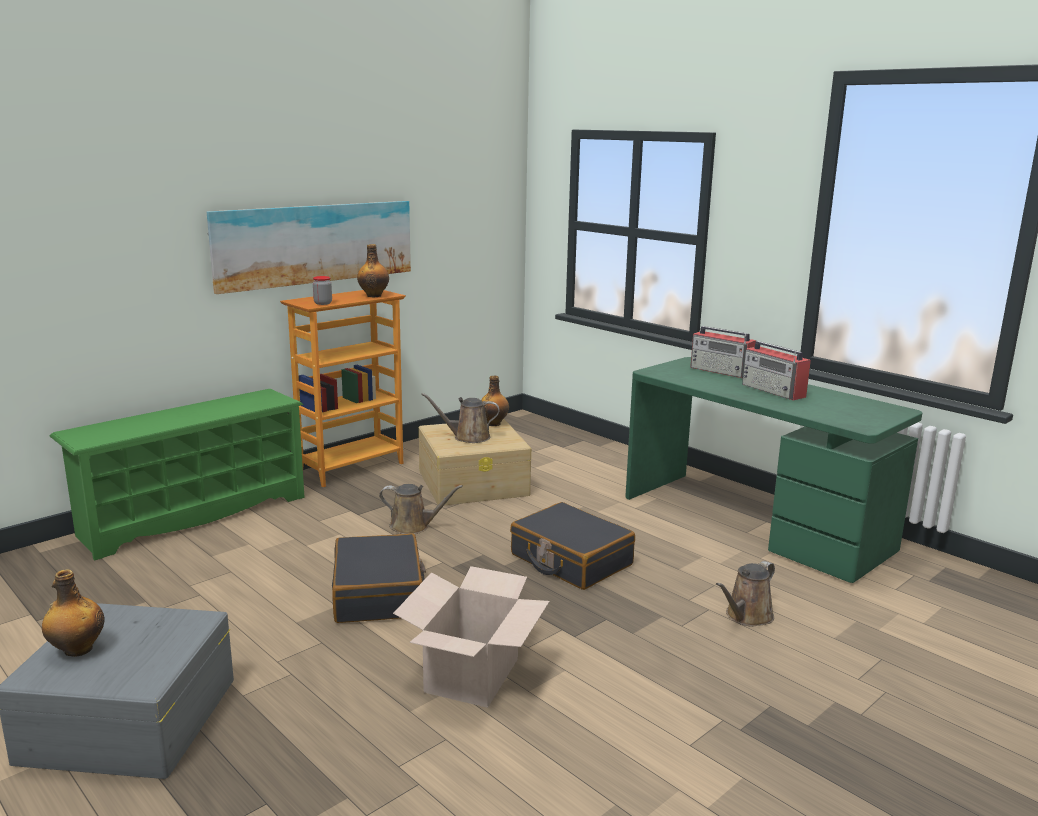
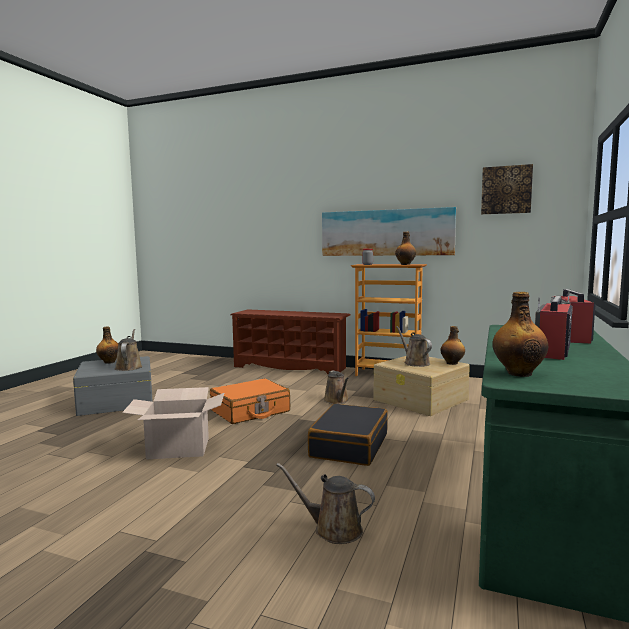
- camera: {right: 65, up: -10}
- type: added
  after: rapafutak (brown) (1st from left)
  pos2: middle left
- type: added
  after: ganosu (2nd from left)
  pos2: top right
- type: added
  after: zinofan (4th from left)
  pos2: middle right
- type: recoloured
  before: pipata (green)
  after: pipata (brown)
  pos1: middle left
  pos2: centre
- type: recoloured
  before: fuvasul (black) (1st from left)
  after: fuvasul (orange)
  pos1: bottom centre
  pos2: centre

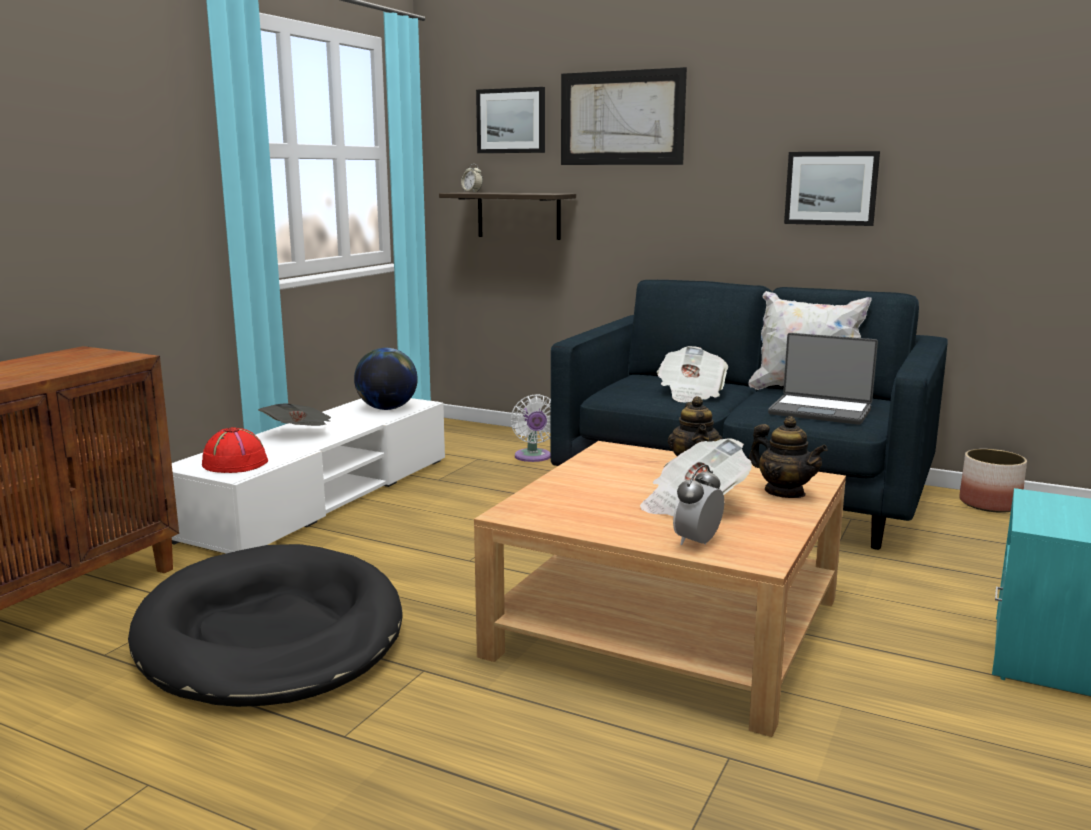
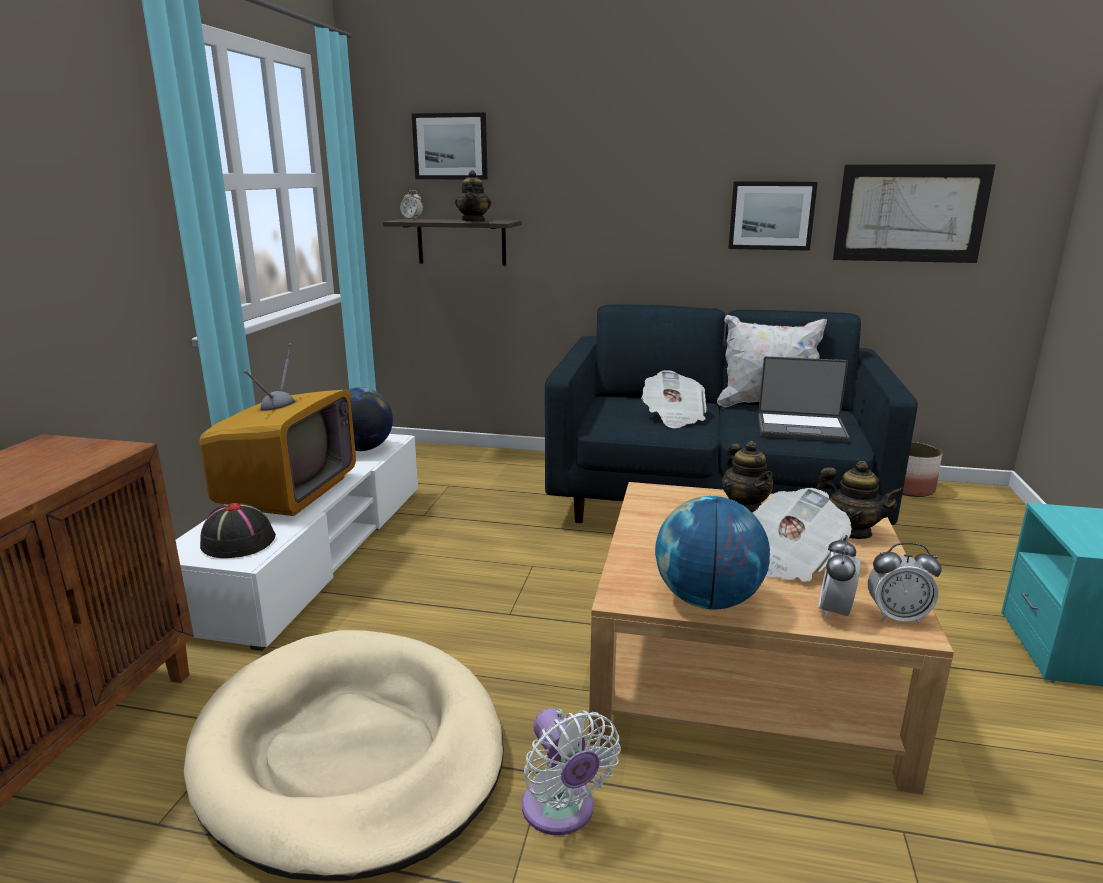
- camera: {right: -15, up: 5}
- type: added
  after: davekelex (1st from left)
  pos2: top centre
- type: added
  after: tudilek (2nd from left)
  pos2: centre
- type: added
  after: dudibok (3rd from left)
  pos2: middle right
- type: moved
  before: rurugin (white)
  pos1: centre
  pos2: bottom centre
- type: moved
  before: ganosu (2nd from left in the first image)
  after: ganosu (3rd from left)
  pos1: top centre
  pos2: top right
- type: replaced
  before: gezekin (1st from left)
  after: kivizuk
  pos1: middle left
  pos2: middle left
- type: recoloured
  before: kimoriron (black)
  after: kimoriron (beige)
  pos1: bottom left
  pos2: bottom left
- type: recoloured
  before: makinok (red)
  after: makinok (black)
  pos1: middle left
  pos2: middle left

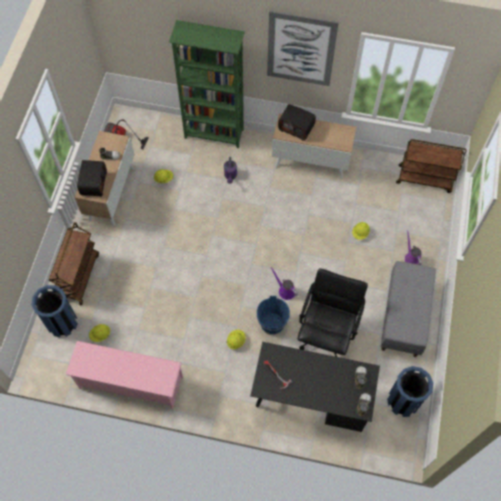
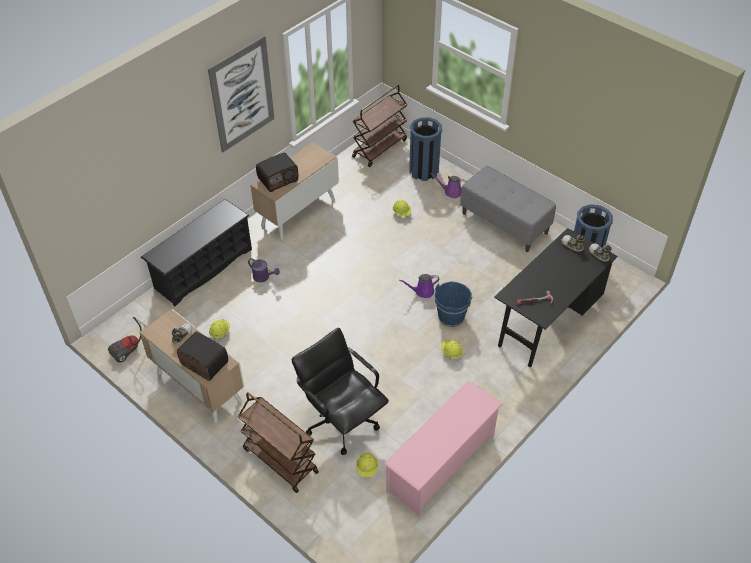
- camera: {right: -60, up: -15}
- type: moved
  before: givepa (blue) (1st from left)
  pos1: middle left
  pos2: top centre
- type: moved
  before: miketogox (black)
  pos1: centre
  pos2: bottom centre
- type: replaced
  before: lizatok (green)
  after: pipata (black)
  pos1: top centre
  pos2: middle left

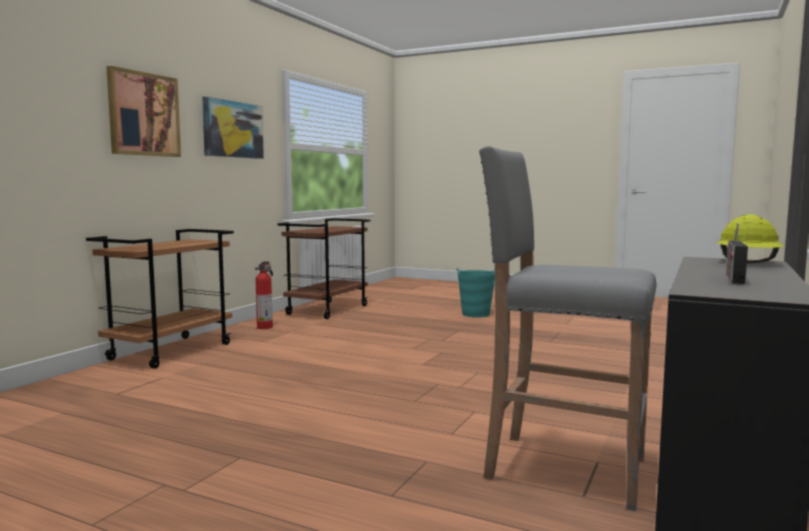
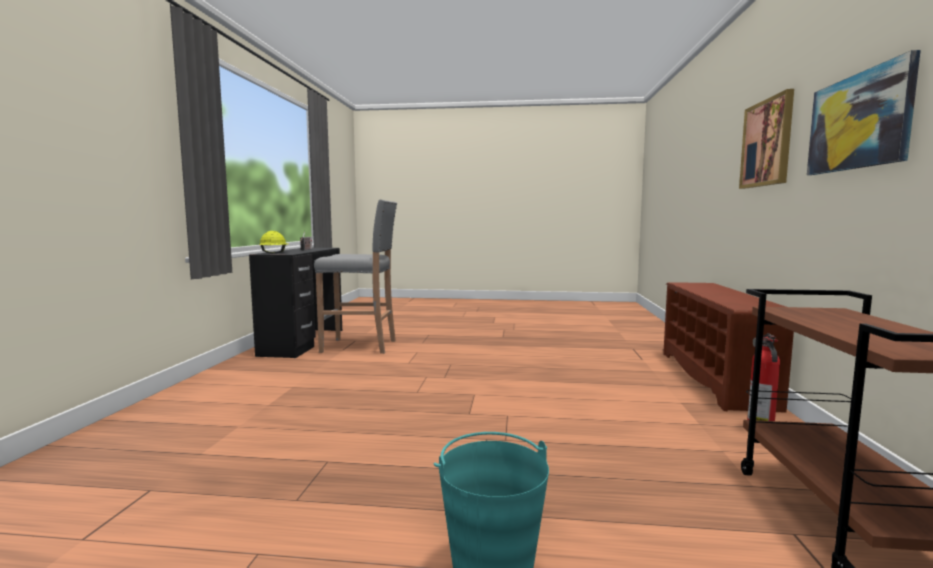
- camera: {right: 160, up: 0}
- type: replaced
  before: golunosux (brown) (1st from left)
  after: pipata (brown)
  pos1: middle left
  pos2: middle right

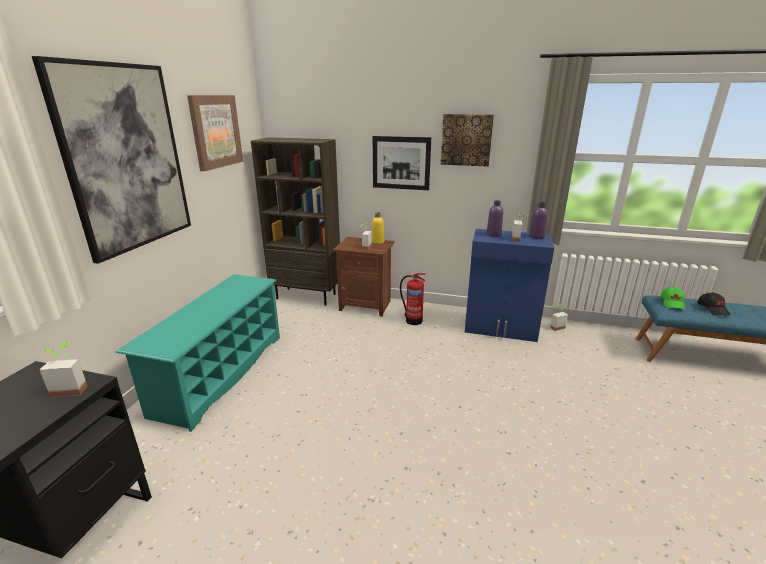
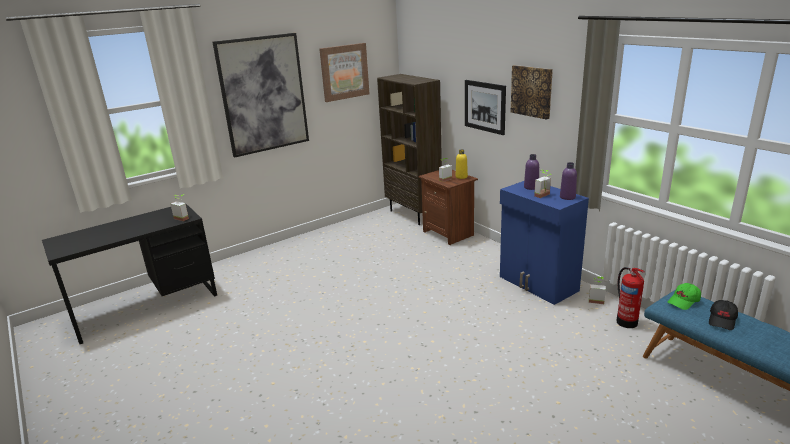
- camera: {right: 40, up: 0}
- type: removed
  before: pipata (turquoise)
  pos1: middle left
- type: moved
  before: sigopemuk
  pos1: centre
  pos2: bottom right

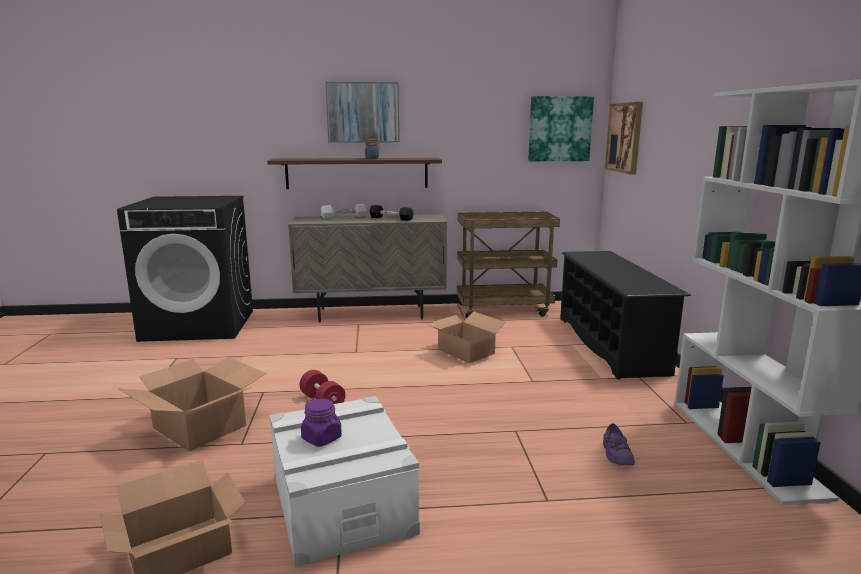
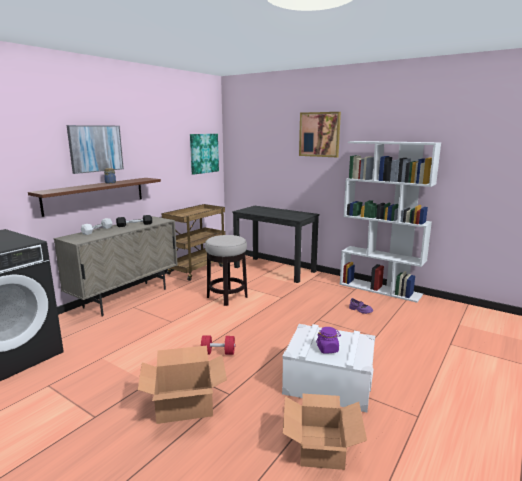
- camera: {right: -50, up: 0}
- type: moved
  before: ganosu (3rd from left)
  pos1: top right
  pos2: top centre
- type: replaced
  before: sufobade (3rd from left)
  after: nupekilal
  pos1: centre
  pos2: centre
- type: replaced
  before: pipata (black)
  after: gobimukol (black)
  pos1: middle right
  pos2: centre

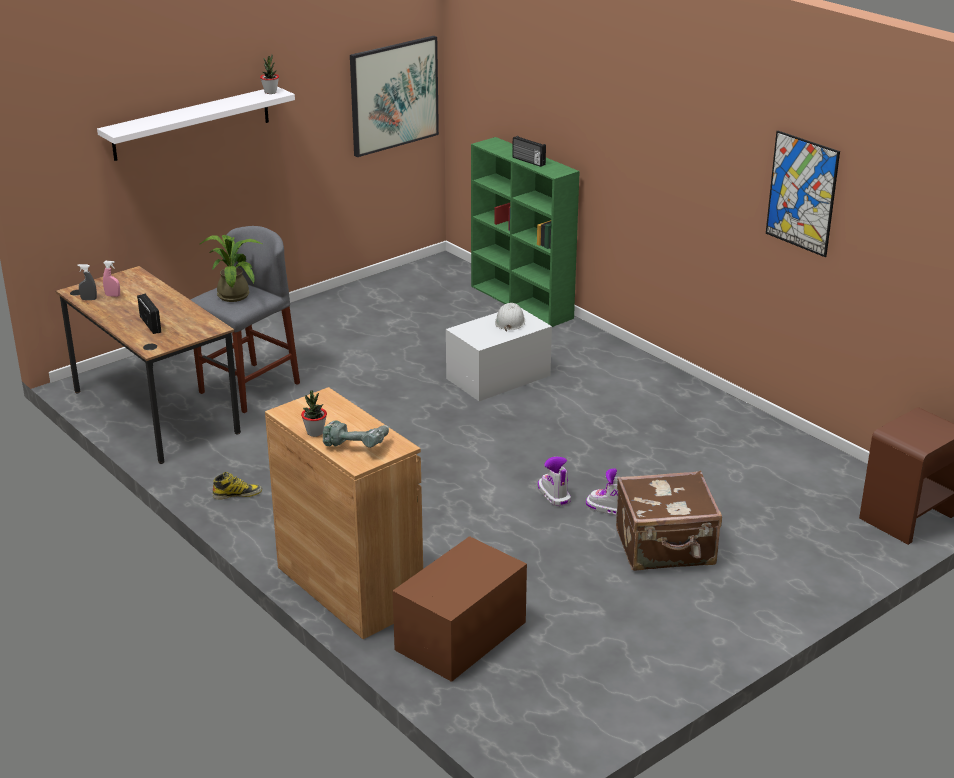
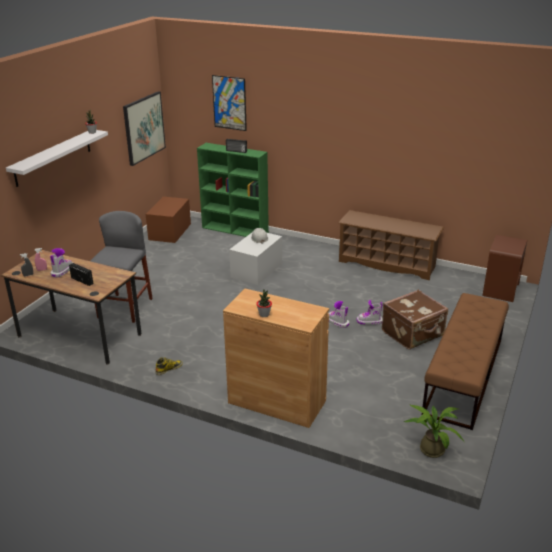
- camera: {right: -25, up: 0}
- type: removed
  before: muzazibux
  pos1: centre
- type: added
  after: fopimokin (1st from left)
  pos2: middle left
- type: added
  after: pipata (brown)
  pos2: middle right
- type: added
  after: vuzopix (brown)
  pos2: middle right
- type: moved
  before: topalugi (1st from left in the first image)
  after: topalugi (3rd from left)
  pos1: middle left
  pos2: bottom right
- type: moved
  before: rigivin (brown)
  pos1: bottom centre
  pos2: middle left
- type: moved
  before: ganosu (2nd from left)
  pos1: top right
  pos2: top centre

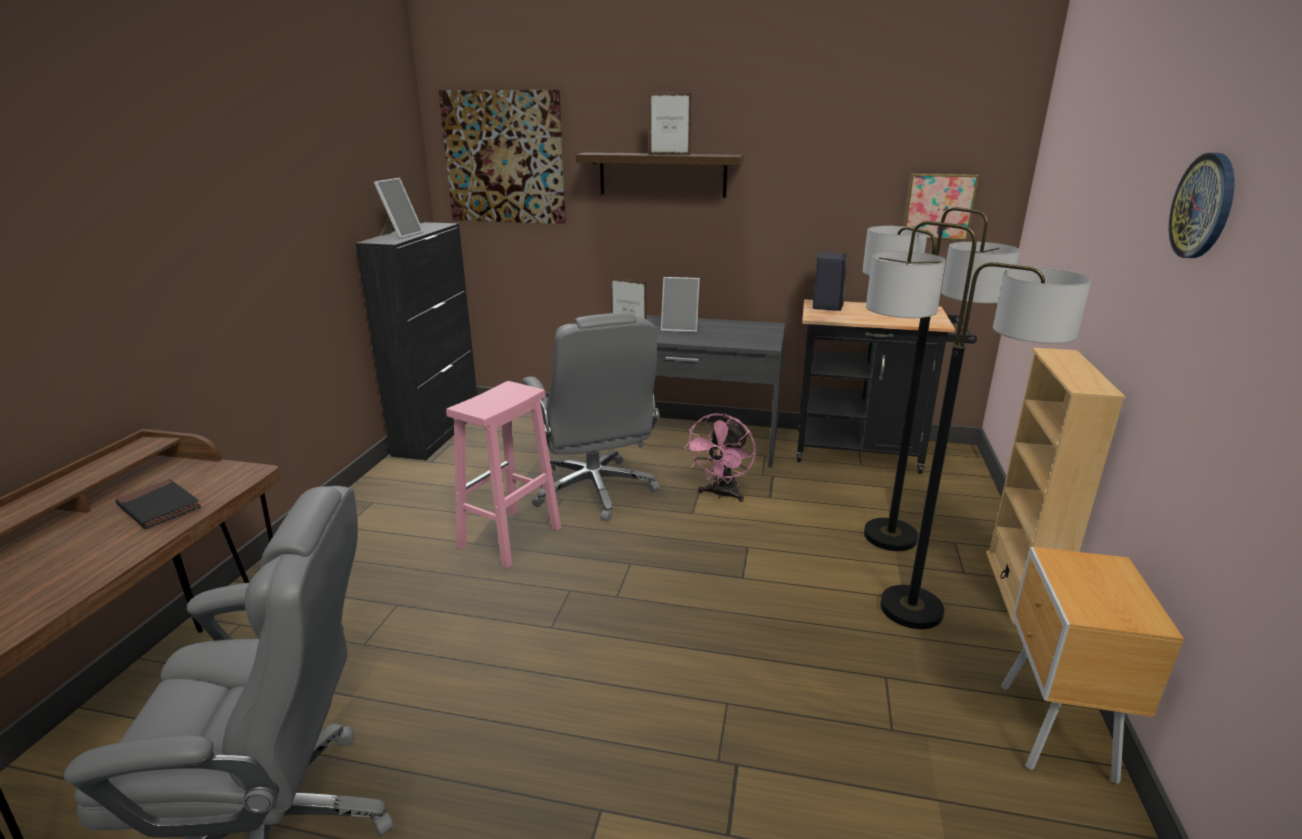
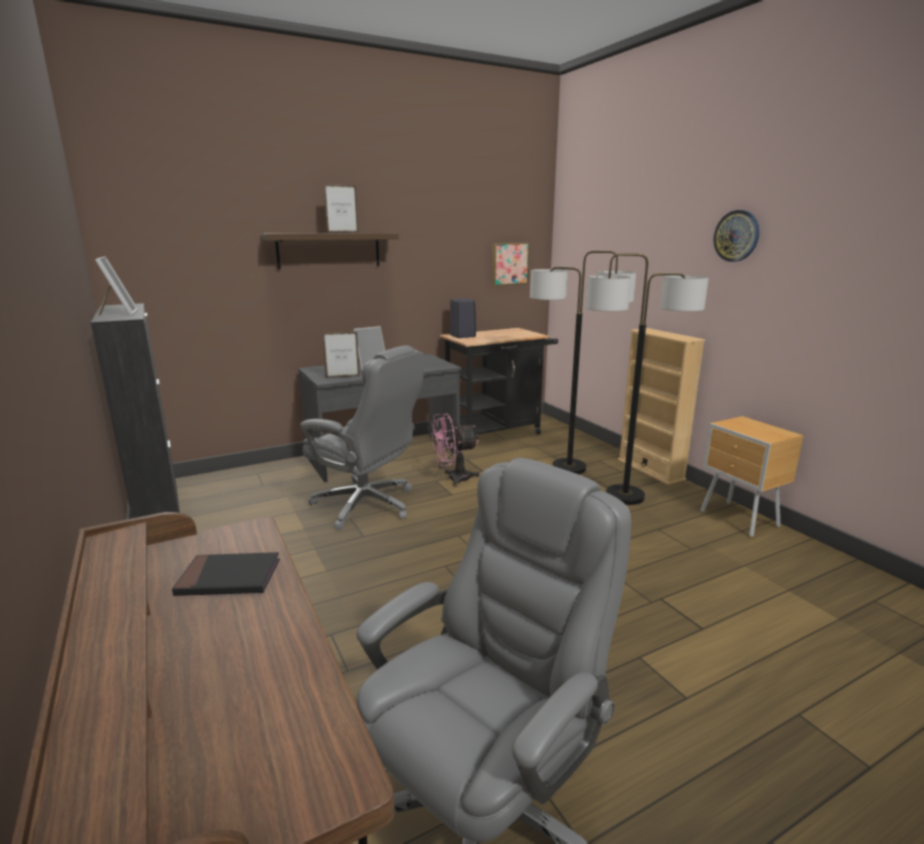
- camera: {right: -40, up: -5}
- type: removed
  before: ganosu (1st from left)
  pos1: top centre
- type: removed
  before: nupekilal (pink)
  pos1: centre
- type: turned
  before: rurugin (pink)
  pos1: centre
  pos2: centre
  turn: 90

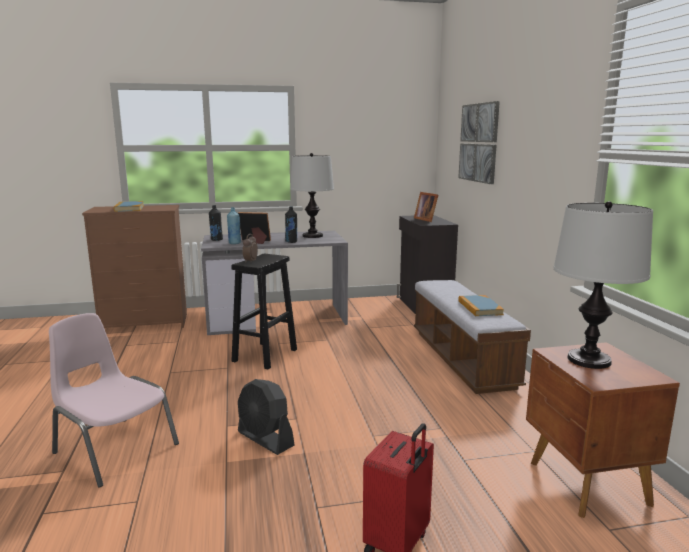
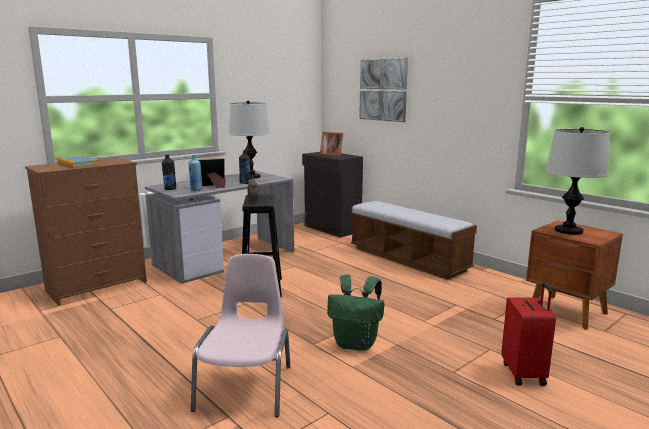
- camera: {right: -30, up: 0}
- type: removed
  before: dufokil (2nd from left)
  pos1: middle right
- type: replaced
  before: rurugin (black)
  after: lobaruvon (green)
  pos1: bottom centre
  pos2: bottom centre
- type: turned
  before: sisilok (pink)
  pos1: bottom left
  pos2: bottom centre
  turn: 90

